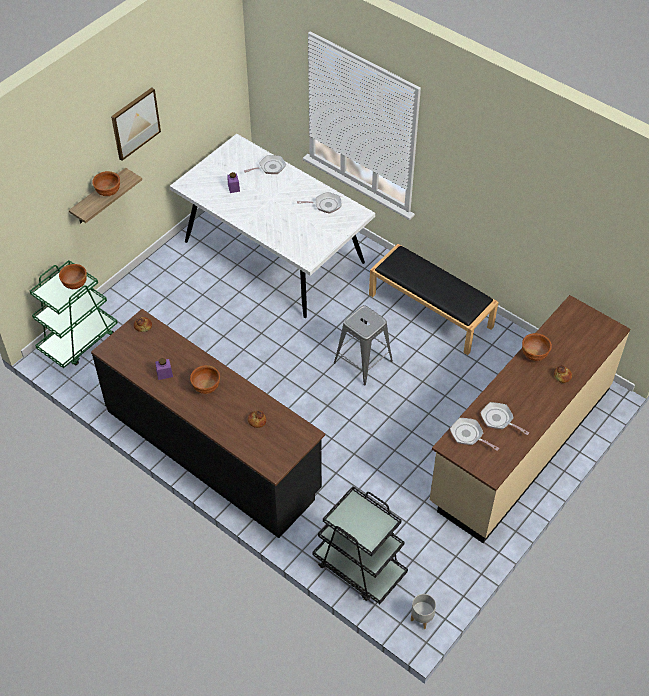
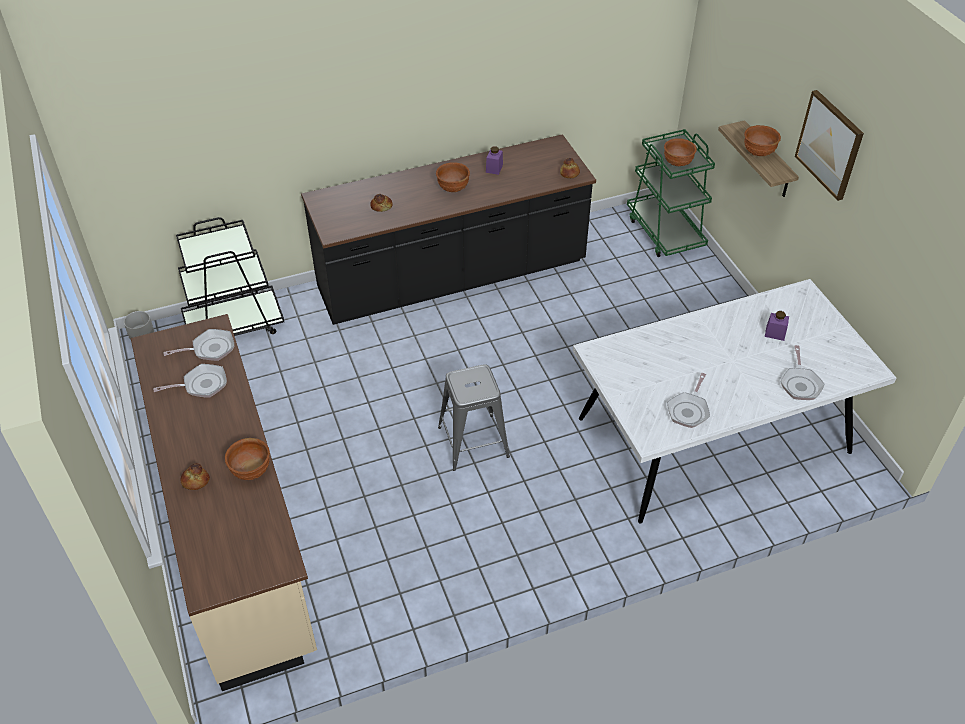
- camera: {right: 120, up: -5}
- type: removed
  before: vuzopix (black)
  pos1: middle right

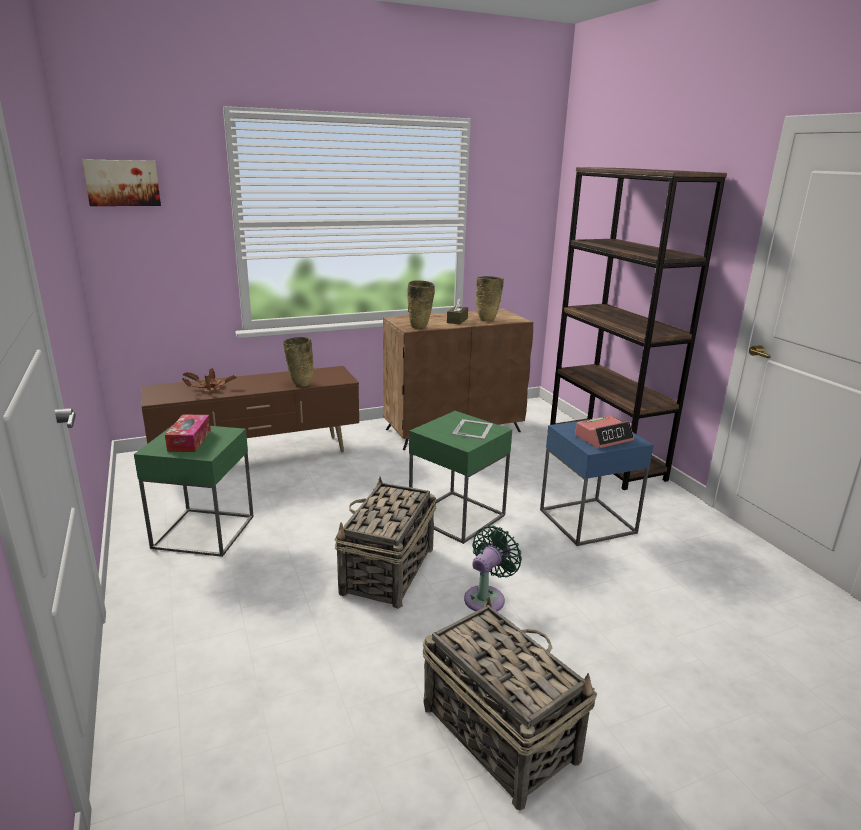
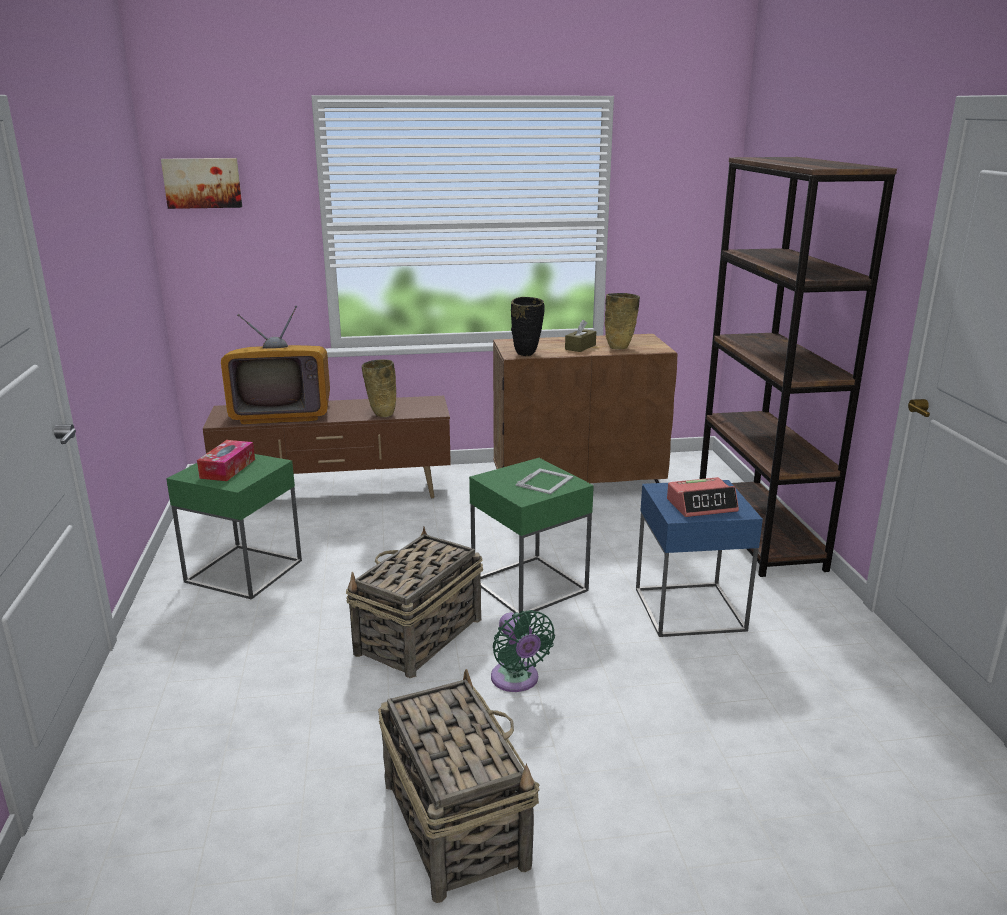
- camera: {right: 15, up: 0}
- type: replaced
  before: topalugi
  after: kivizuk
  pos1: middle left
  pos2: middle left
- type: recoloured
  before: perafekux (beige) (2nd from left)
  after: perafekux (black)
  pos1: centre
  pos2: centre
- type: turned
  before: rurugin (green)
  pos1: bottom centre
  pos2: bottom centre
  turn: 105

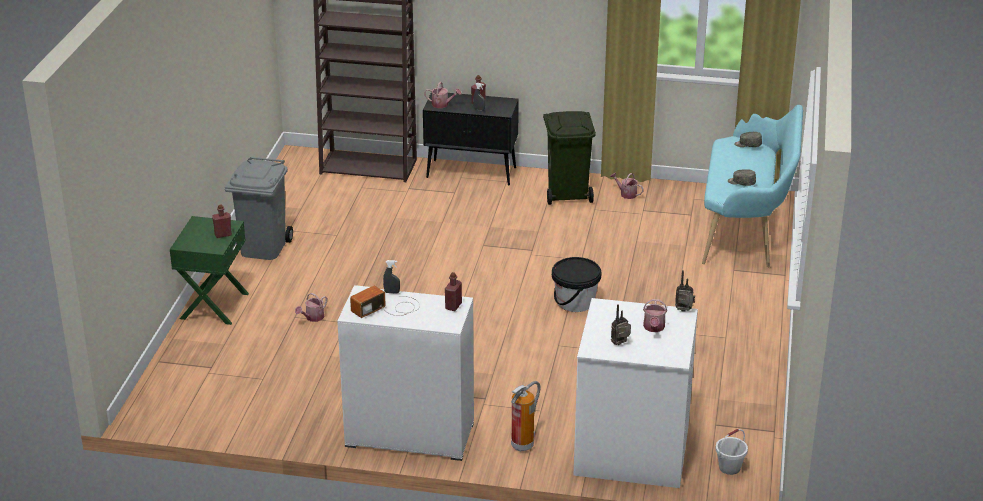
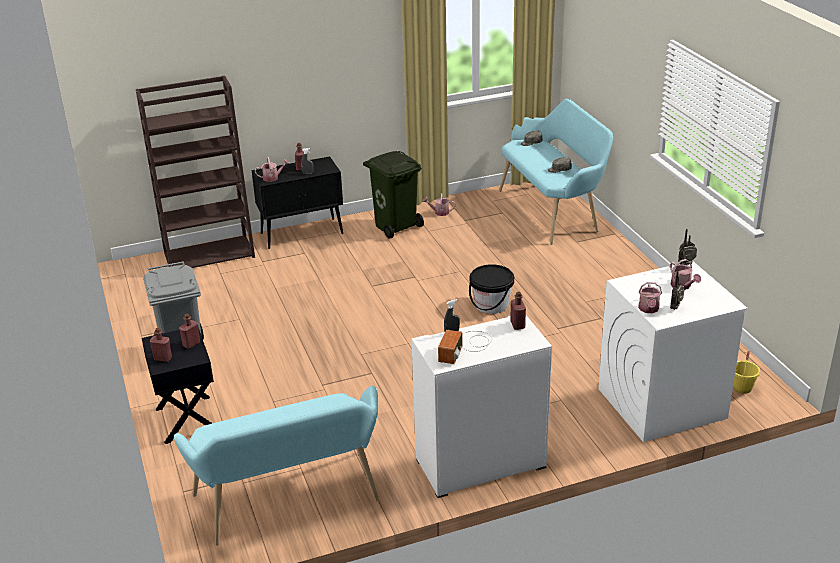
- camera: {right: -30, up: 0}
- type: removed
  before: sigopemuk
  pos1: bottom centre
- type: added
  after: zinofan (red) (1st from left)
  pos2: middle left
- type: added
  after: vuzopix (turquoise) (1st from left)
  pos2: bottom left
- type: moved
  before: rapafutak (1st from left in the first image)
  after: rapafutak (3rd from left)
  pos1: middle left
  pos2: middle right
- type: recoloured
  before: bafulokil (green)
  after: bafulokil (black)
  pos1: middle left
  pos2: bottom left
- type: recoloured
  before: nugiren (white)
  after: nugiren (yellow)
  pos1: bottom right
  pos2: middle right

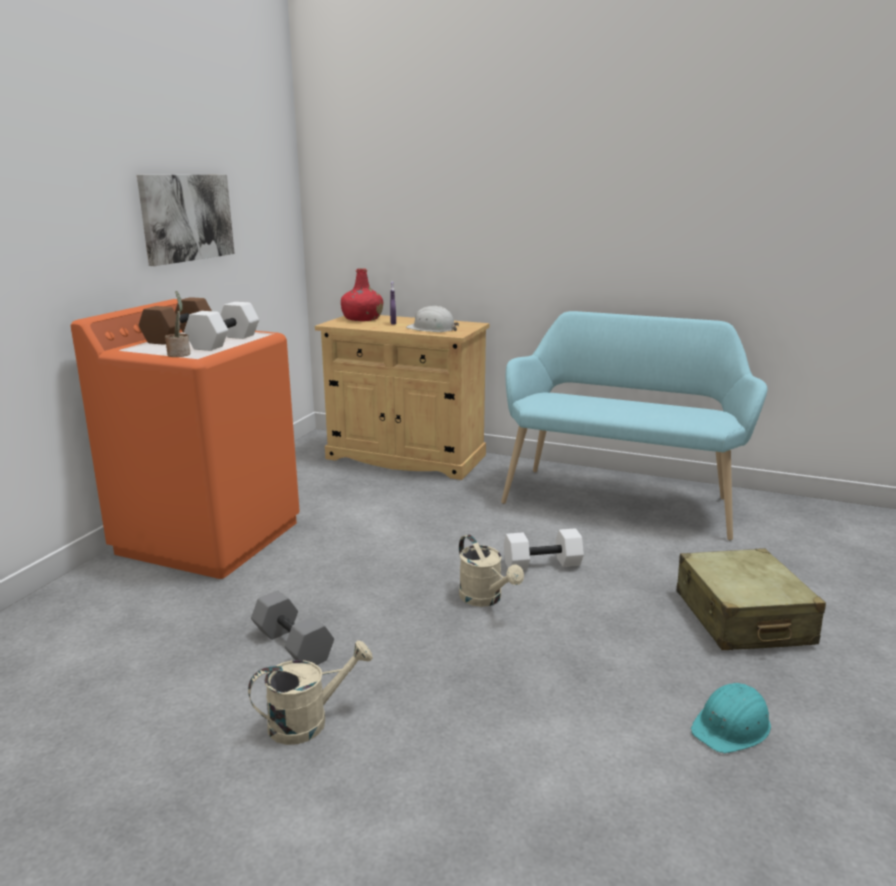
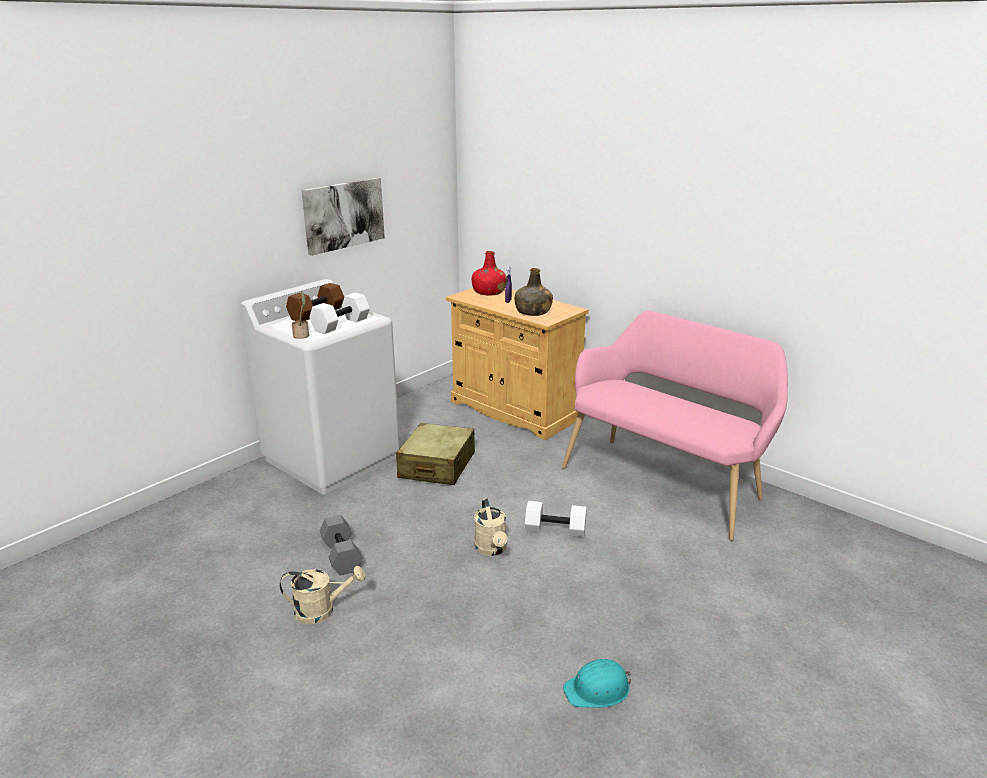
- camera: {right: 20, up: 5}
- type: moved
  before: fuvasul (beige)
  pos1: bottom right
  pos2: centre
- type: replaced
  before: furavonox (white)
  after: zinofan (green)
  pos1: centre
  pos2: centre
- type: recoloured
  before: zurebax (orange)
  after: zurebax (white)
  pos1: middle left
  pos2: middle left
- type: recoloured
  before: vuzopix (turquoise)
  after: vuzopix (pink)
  pos1: middle right
  pos2: middle right

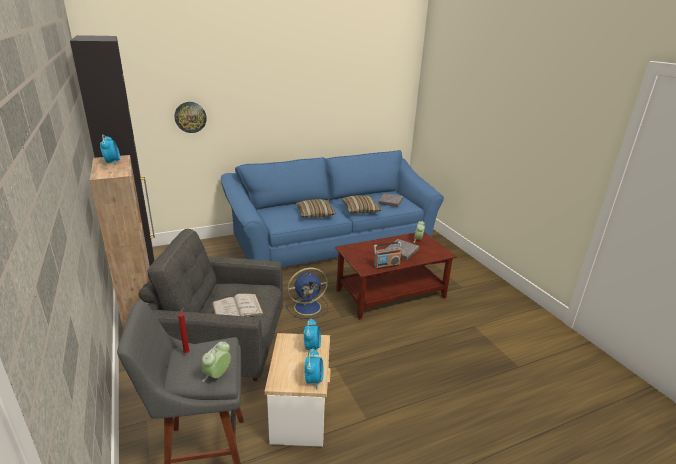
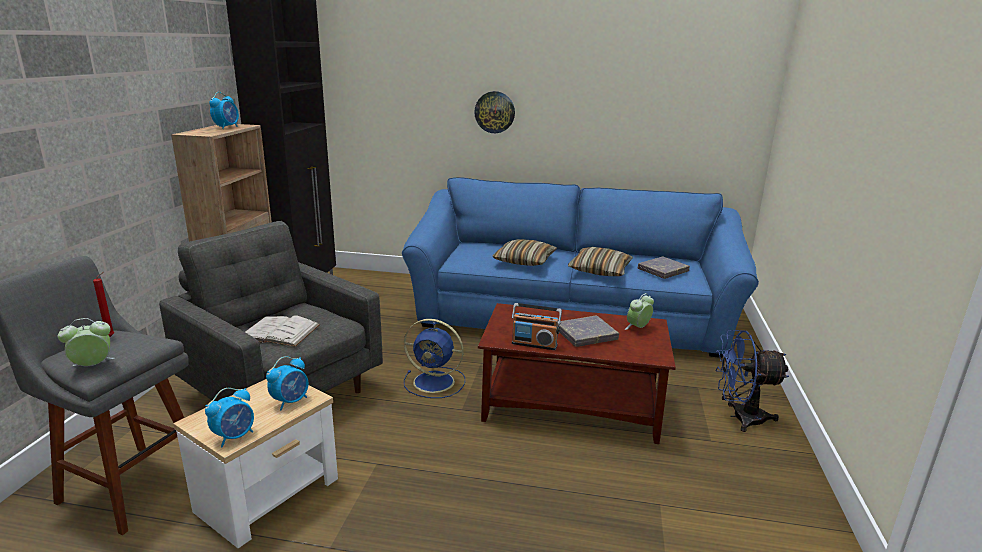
- camera: {right: 35, up: -5}
- type: added
  after: rurugin (blue) (2nd from left)
  pos2: bottom right
- type: moved
  before: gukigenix
  pos1: top left
  pos2: top centre

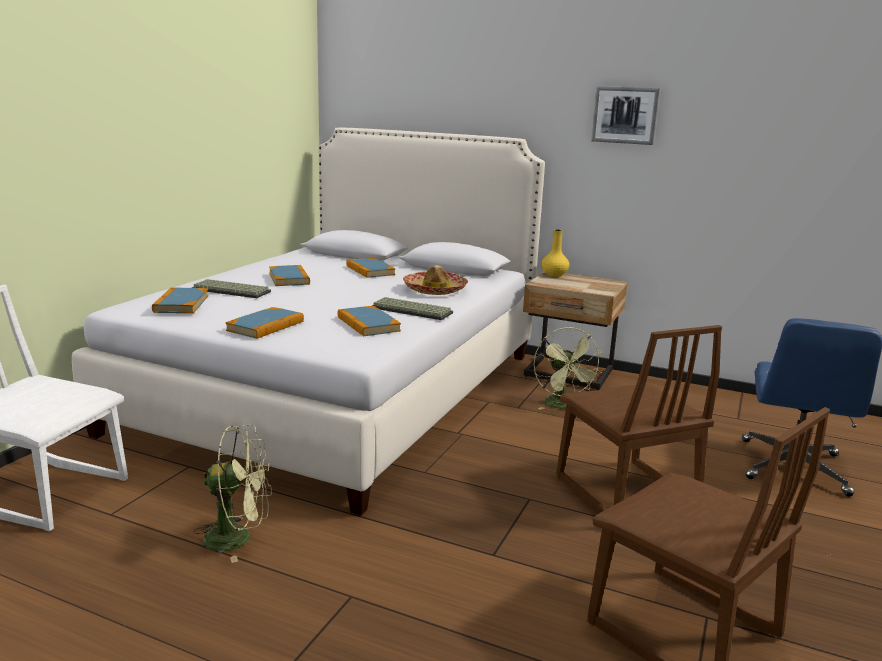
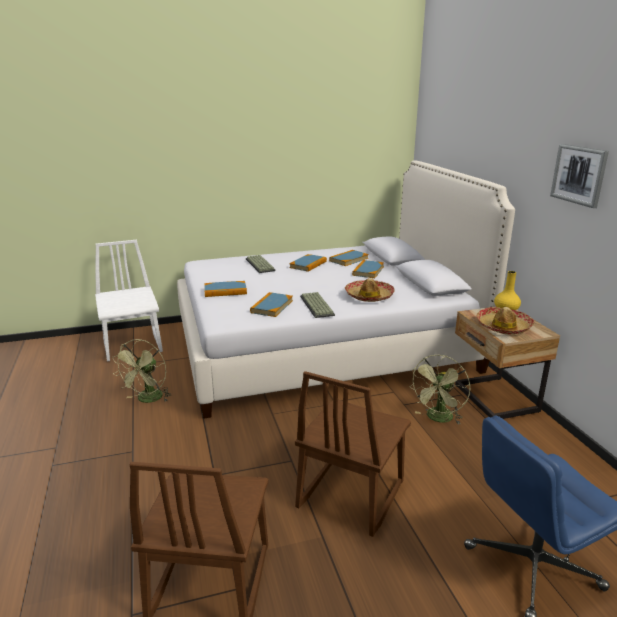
- camera: {right: 50, up: 5}
- type: added
  after: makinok (2nd from left)
  pos2: middle right
- type: moved
  before: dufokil (1st from left in the first image)
  after: dufokil (4th from left)
  pos1: middle left
  pos2: centre
- type: turned
  before: rurugin (green) (1st from left)
  pos1: bottom left
  pos2: middle left
  turn: 60

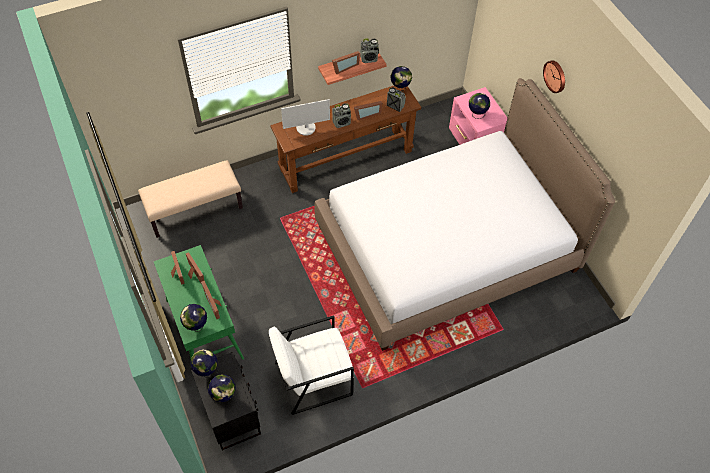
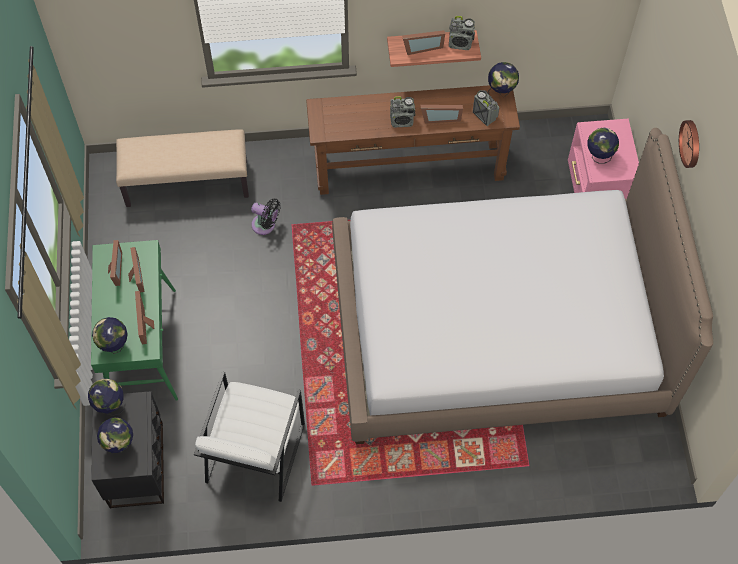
- camera: {right: 20, up: 5}
- type: removed
  before: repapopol
  pos1: top centre
- type: added
  after: rurugin (black)
  pos2: centre
- type: turned
  before: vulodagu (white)
  pos1: bottom centre
  pos2: bottom centre
  turn: -75

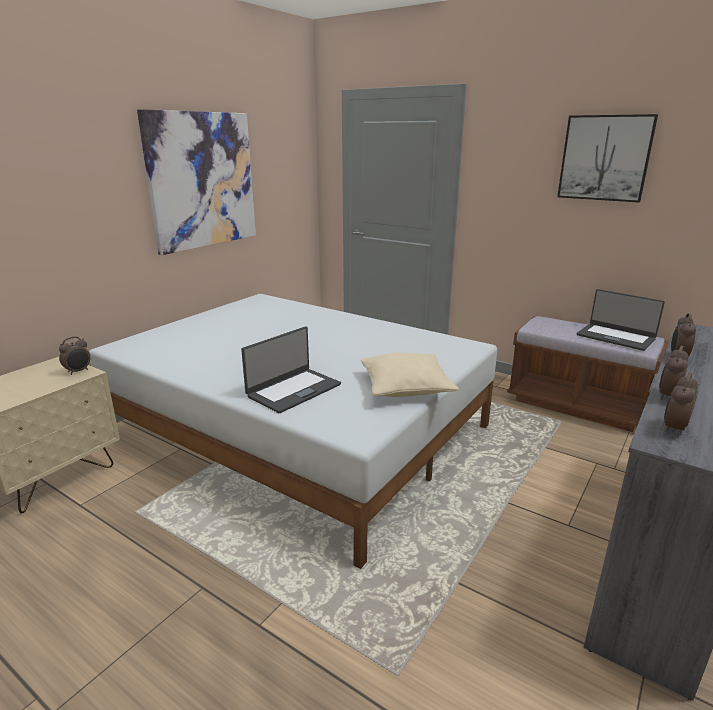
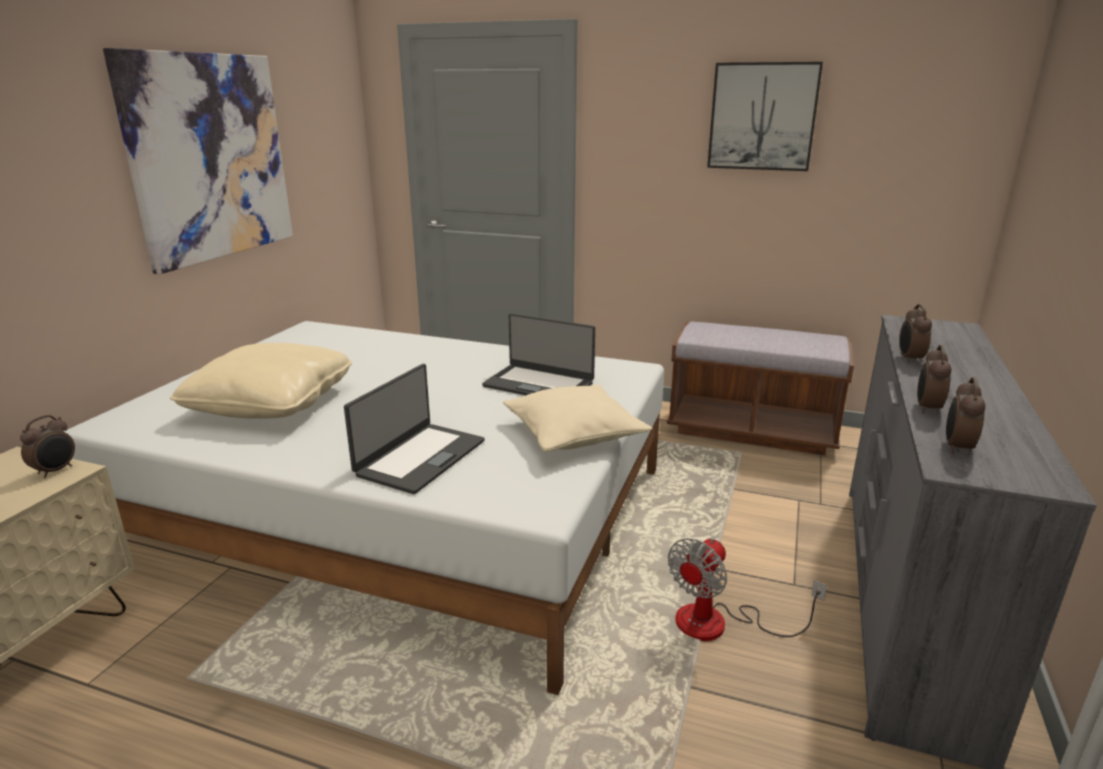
- camera: {right: -15, up: 0}
- type: added
  after: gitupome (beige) (1st from left)
  pos2: middle left
- type: added
  after: rurugin
  pos2: bottom right
- type: moved
  before: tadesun (2nd from left)
  pos1: middle right
  pos2: centre

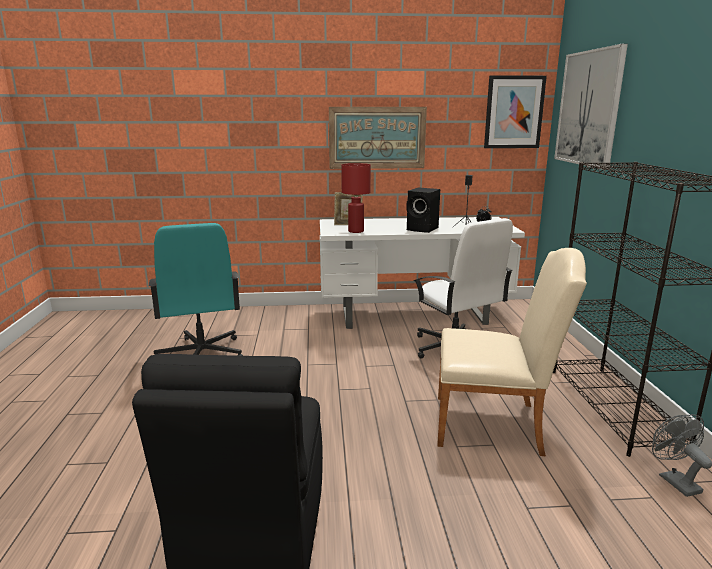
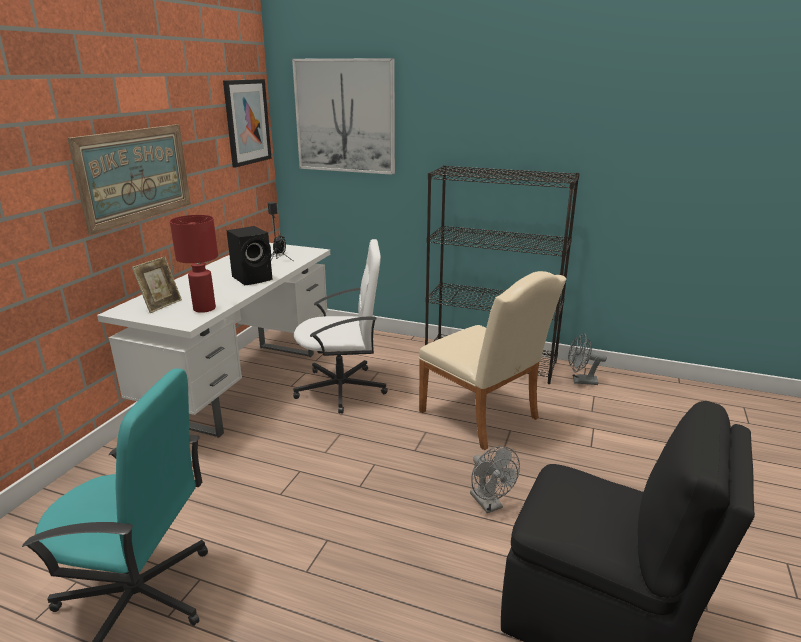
- camera: {right: -65, up: 5}
- type: added
  after: rurugin (grey) (1st from left)
  pos2: bottom centre
- type: turned
  before: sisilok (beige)
  pos1: middle right
  pos2: centre
  turn: 105

